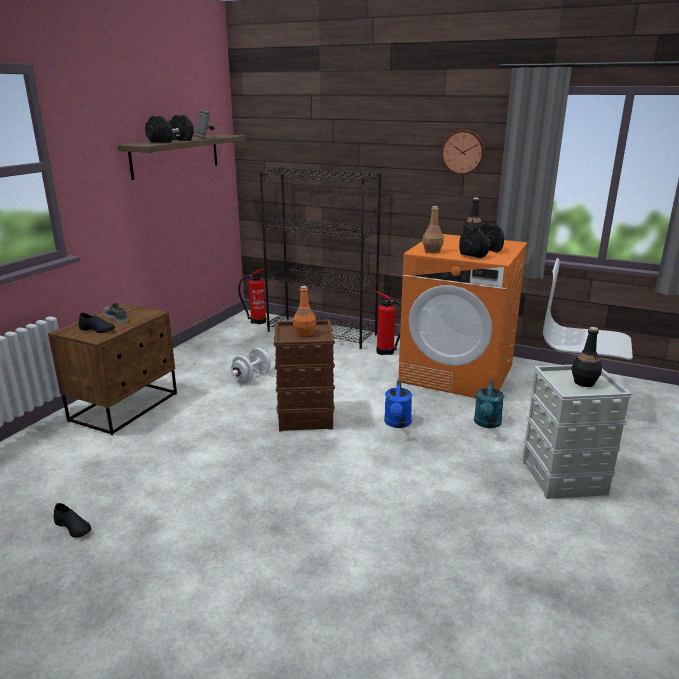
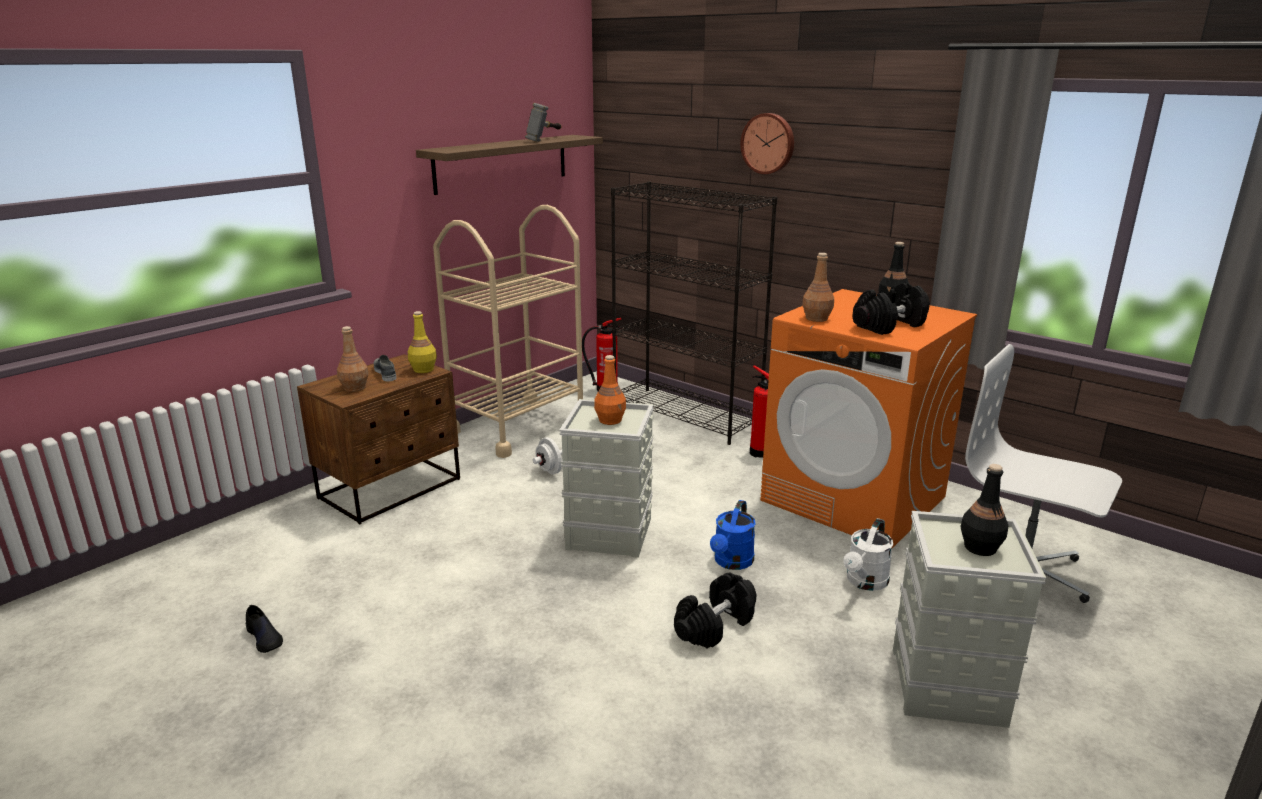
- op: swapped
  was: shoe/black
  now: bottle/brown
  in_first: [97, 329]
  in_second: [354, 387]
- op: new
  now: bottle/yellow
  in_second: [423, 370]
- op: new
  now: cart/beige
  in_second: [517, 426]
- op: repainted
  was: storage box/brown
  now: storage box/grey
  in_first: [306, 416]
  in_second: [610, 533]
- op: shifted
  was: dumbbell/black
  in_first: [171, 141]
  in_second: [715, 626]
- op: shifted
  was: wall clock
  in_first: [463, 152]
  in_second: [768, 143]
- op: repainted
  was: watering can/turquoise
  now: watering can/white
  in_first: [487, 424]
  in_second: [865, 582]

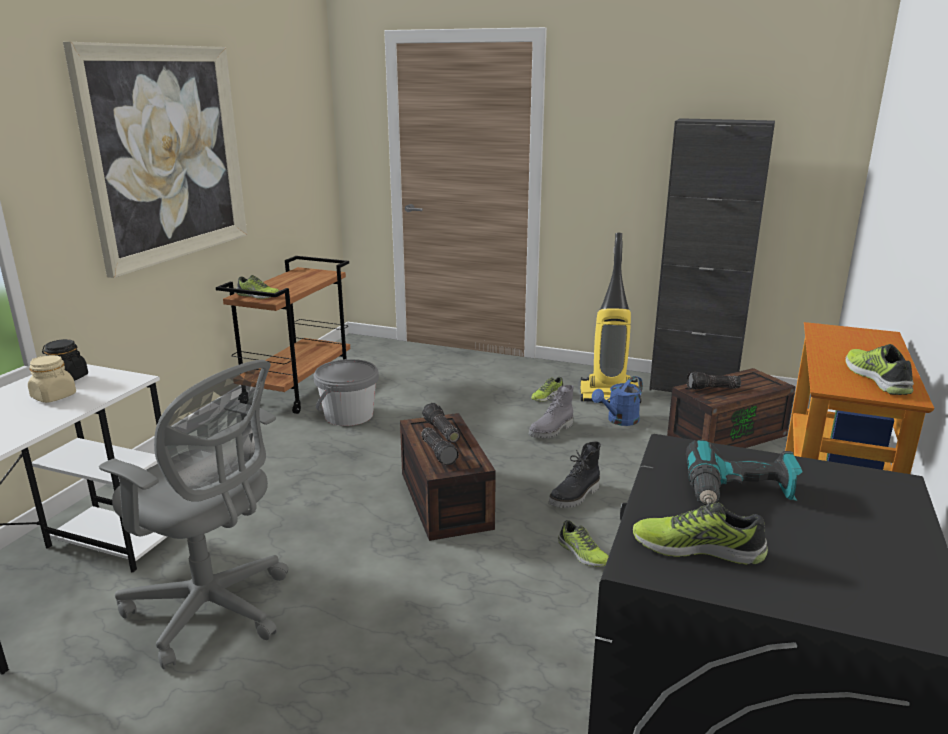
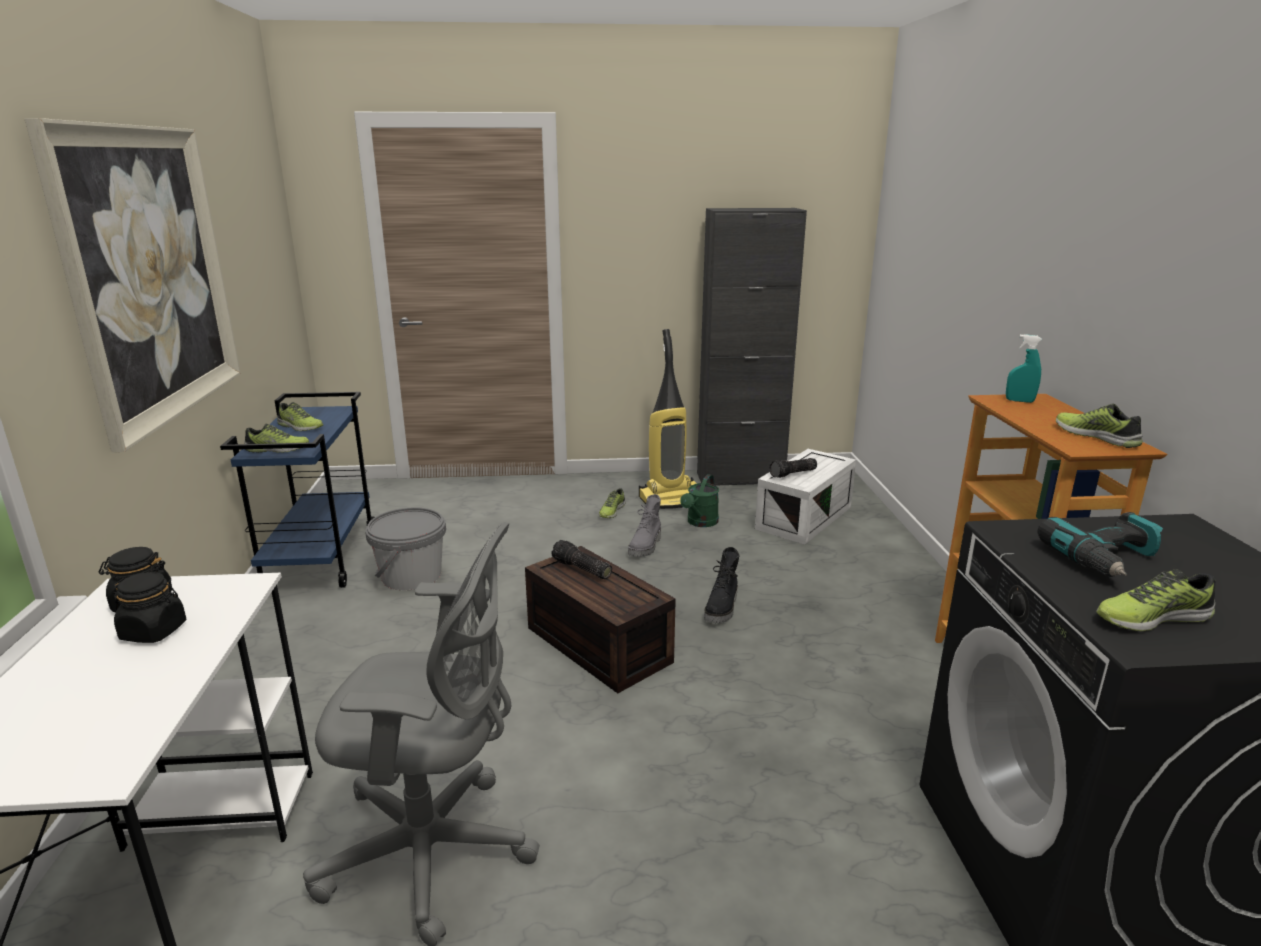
- op: repainted
  was: jar/beige
  now: jar/black
  in_first: [54, 396]
  in_second: [154, 631]
- op: repainted
  was: cart/brown
  now: cart/blue
  in_first: [297, 389]
  in_second: [320, 558]
- op: shifted
  was: shoe
  in_first: [582, 553]
  in_second: [299, 427]
- op: repainted
  was: watering can/blue
  now: watering can/green
  in_first: [619, 421]
  in_second: [700, 523]
- op: repainted
  was: storage box/brown
  now: storage box/white
  in_first: [727, 435]
  in_second: [803, 517]
- op: new
  now: spray bottle/turquoise
  in_second: [1019, 401]
- op: gone
  was: flashlight
  in_first: [439, 453]

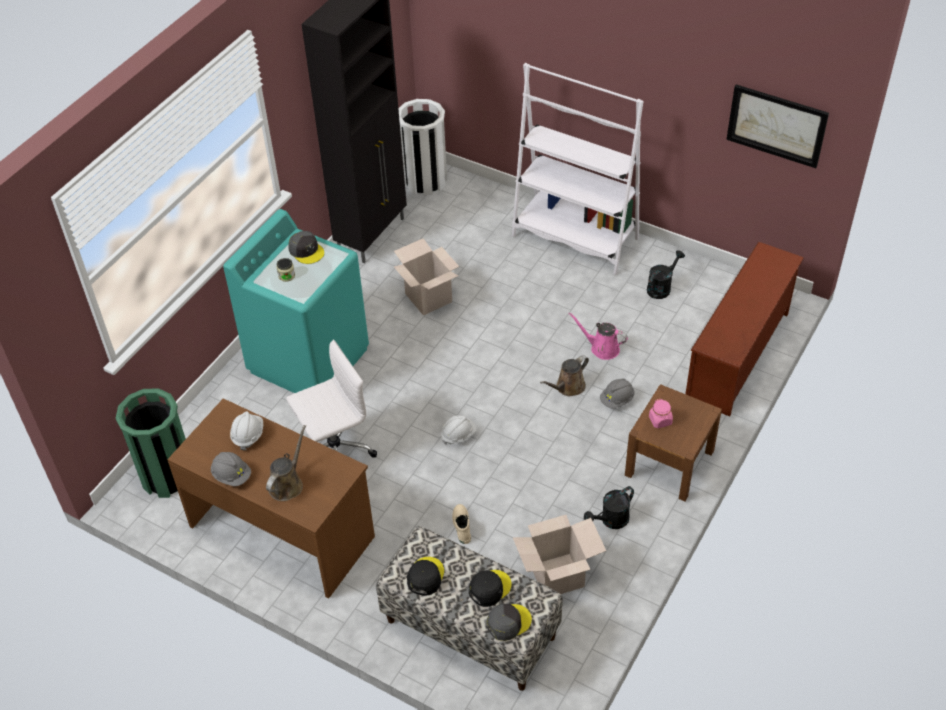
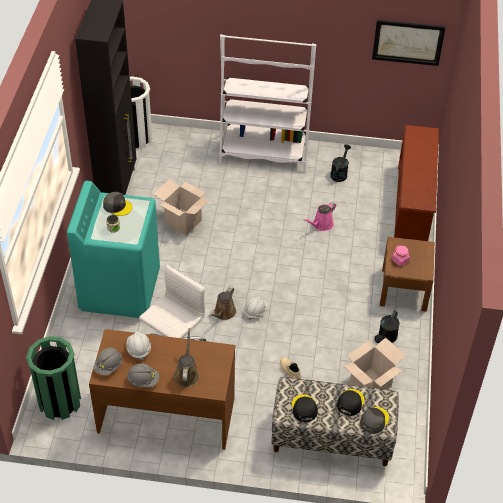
- op: shifted
  was: hard hat/grey
  in_first: [617, 400]
  in_second: [108, 366]
- op: shifted
  was: watering can/brown
  in_first: [568, 387]
  in_second: [223, 313]
- op: rotated
  was: watering can/pink
  in_first: [602, 348]
  in_second: [321, 225]
  clockwise: -45

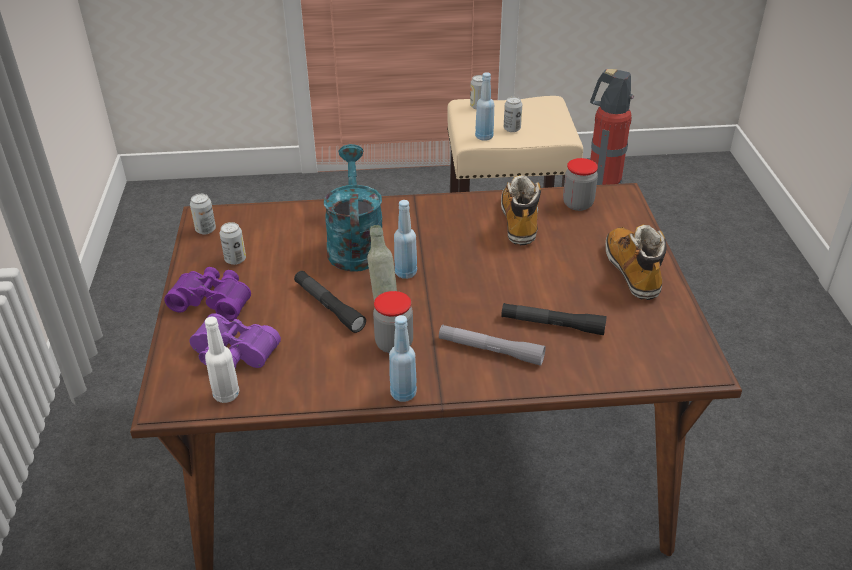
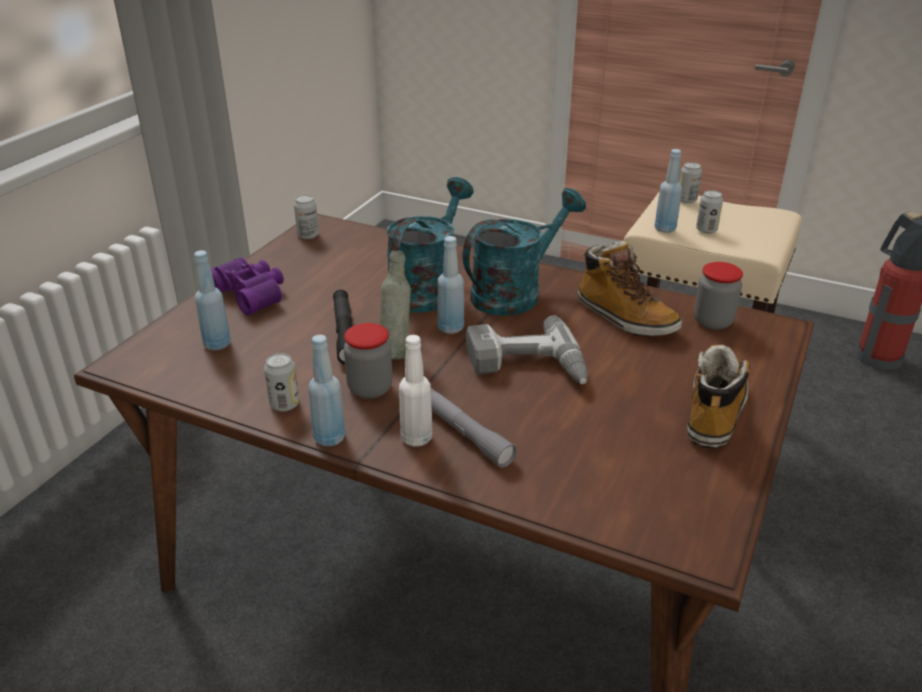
- op: swapped
  was: binoculars/purple
  now: bottle/blue
  in_first: [232, 355]
  in_second: [217, 344]
- op: shifted
  was: can
  in_first: [235, 259]
  in_second: [284, 404]
- op: shifted
  was: bottle/white
  in_first: [226, 395]
  in_second: [416, 438]
- op: new
  now: watering can/turquoise
  in_second: [515, 292]
- op: new
  now: power drill
  in_second: [527, 367]
- op: rotated
  was: boot
  in_first: [519, 221]
  in_second: [624, 318]
  clockwise: 105
- op: gone
  was: flashlight/black
  in_first: [552, 325]

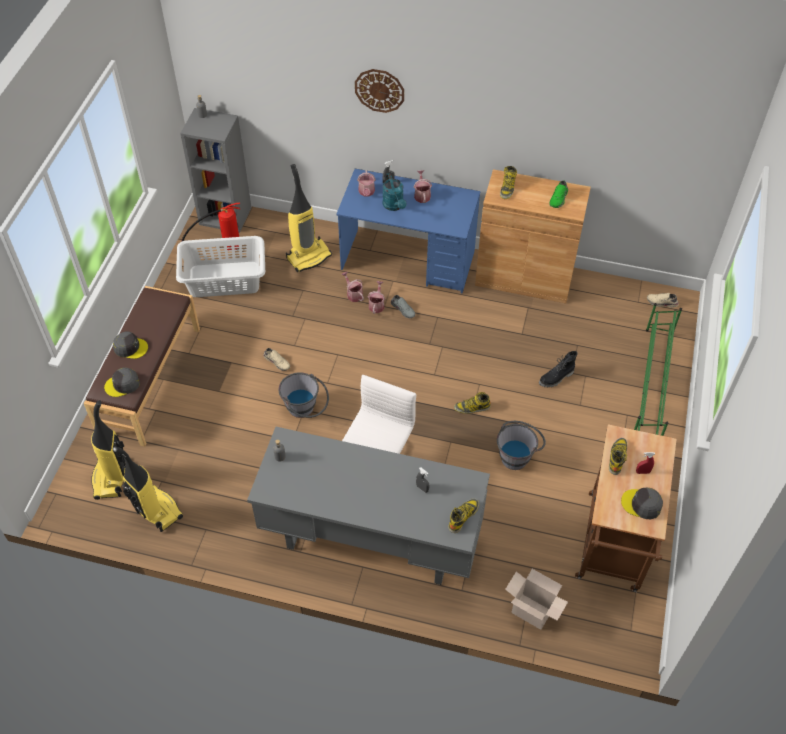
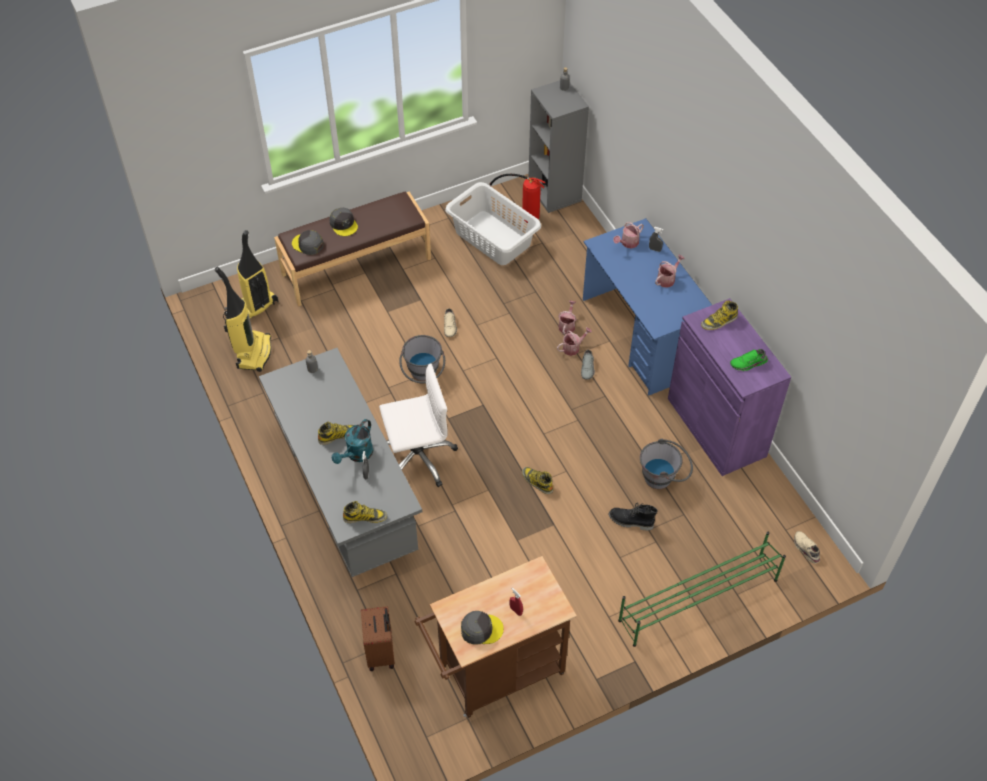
- op: shifted
  was: boot
  in_first: [617, 457]
  in_second: [338, 435]
- op: shifted
  was: watering can/turquoise
  in_first: [394, 206]
  in_second: [357, 455]
- op: swapped
  was: cardboard box
  now: suitcase/brown
  in_first: [533, 611]
  in_second: [381, 653]
- op: rotated
  was: cap/grey
  in_first: [641, 504]
  in_second: [481, 629]
  clockwise: 105
- op: shifted
  was: bucket/grey
  in_first: [517, 454]
  in_second: [663, 477]
- op: repainted
  was: cabinet/brown
  now: cabinet/purple
  in_first: [524, 277]
  in_second: [716, 427]
- op: gone
  was: vacuum cleaner
  in_first: [308, 256]
- op: gone
  was: wall clock
  in_first: [379, 90]

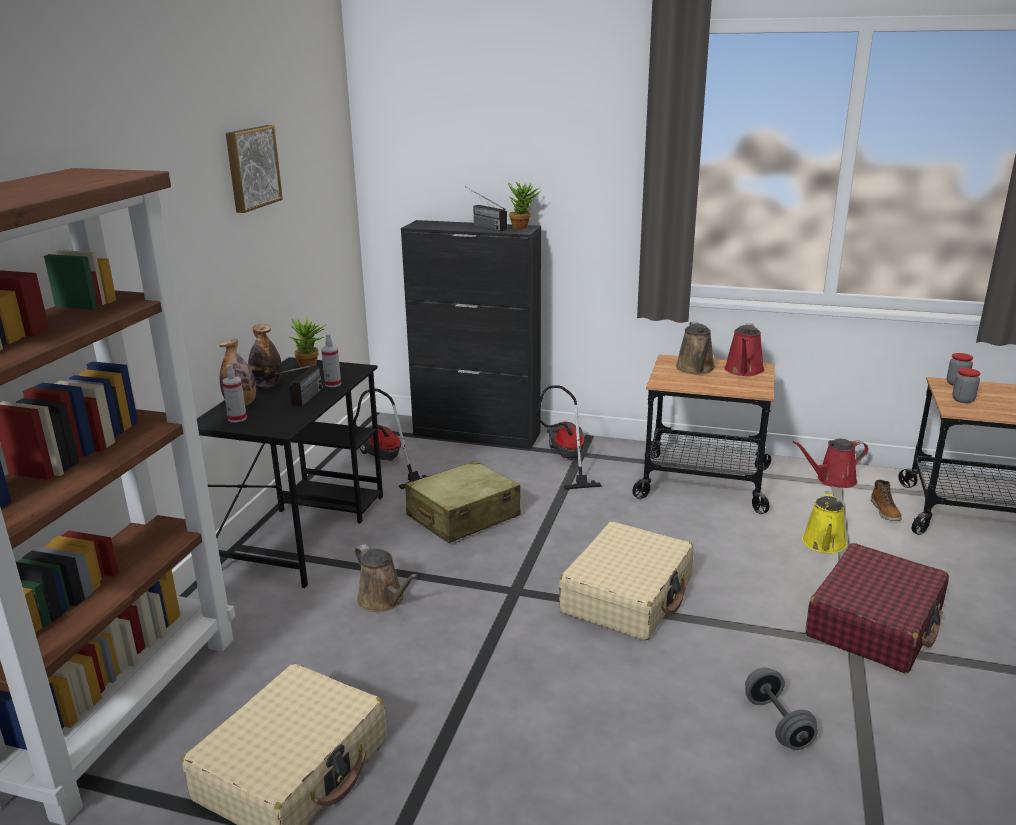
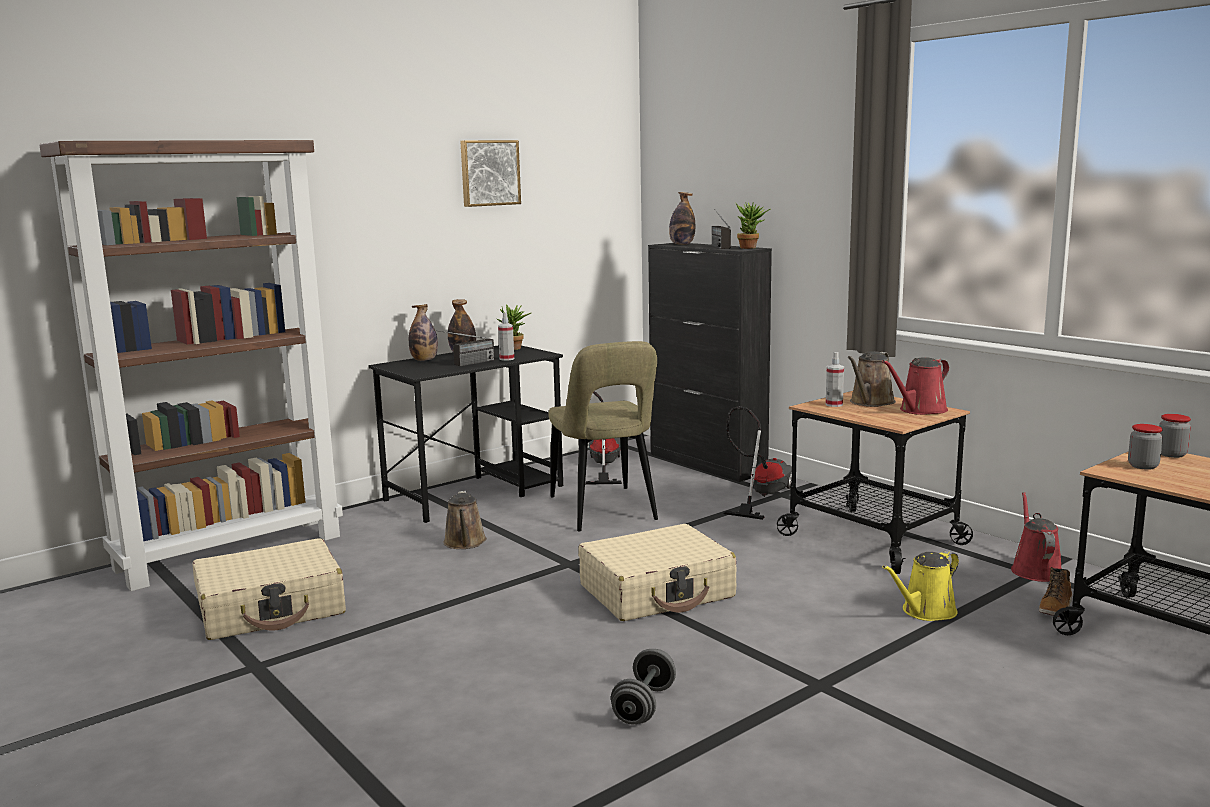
- op: swapped
  was: suitcase/beige
  now: chair/beige
  in_first: [462, 517]
  in_second: [604, 511]
- op: new
  now: bottle
  in_second: [682, 244]
- op: shifted
  was: spray bottle
  in_first: [237, 418]
  in_second: [834, 404]
- op: rotated
  was: watering can/red
  in_first: [832, 480]
  in_second: [1034, 570]
  clockwise: 75
- op: gone
  was: suitcase/red
  in_first: [875, 623]

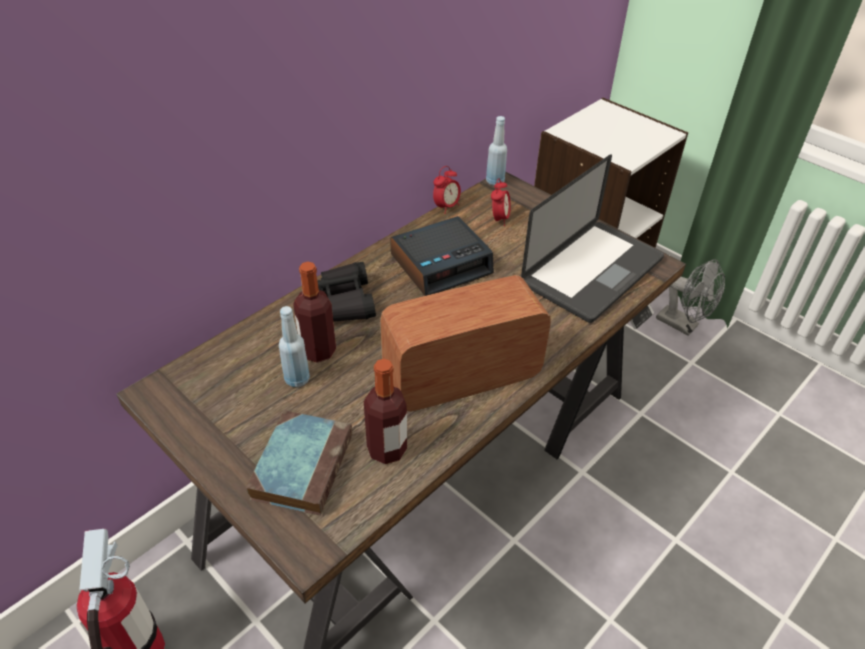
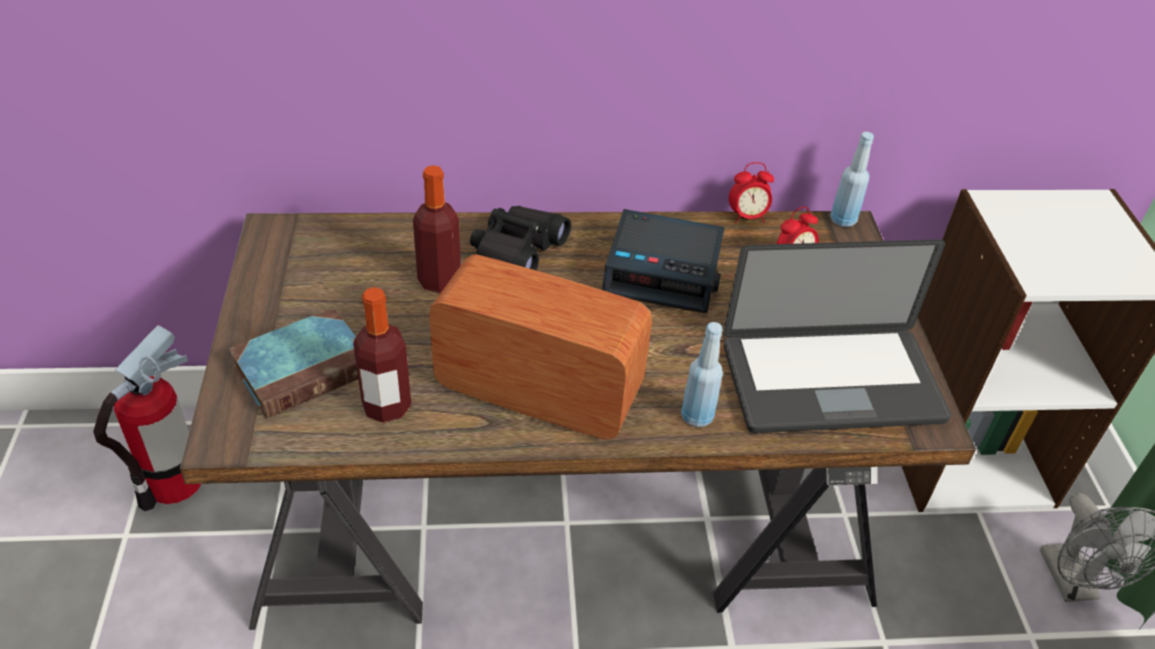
- op: shifted
  was: bottle/blue
  in_first: [297, 379]
  in_second: [697, 416]

